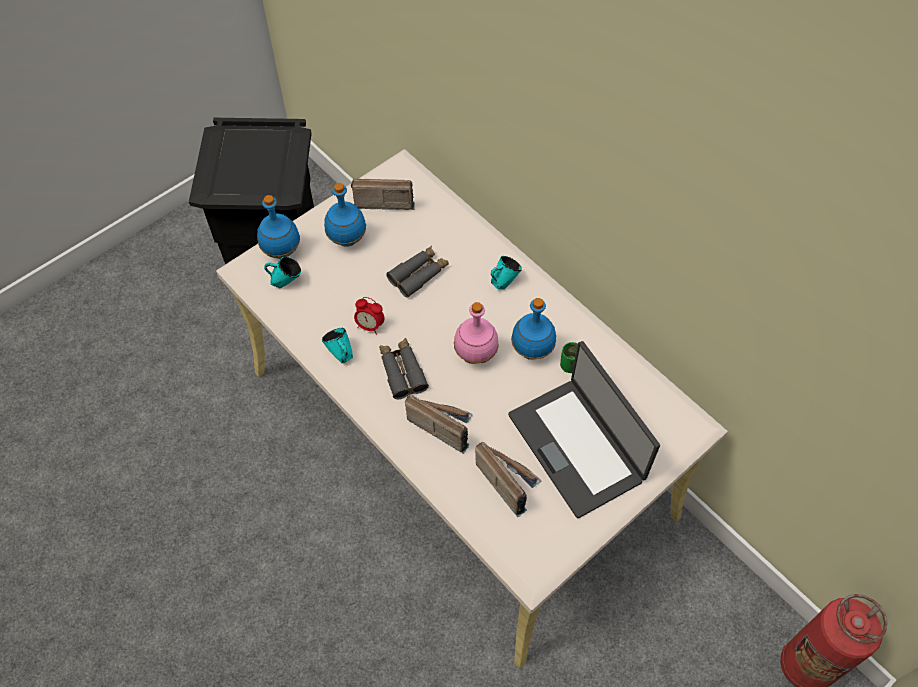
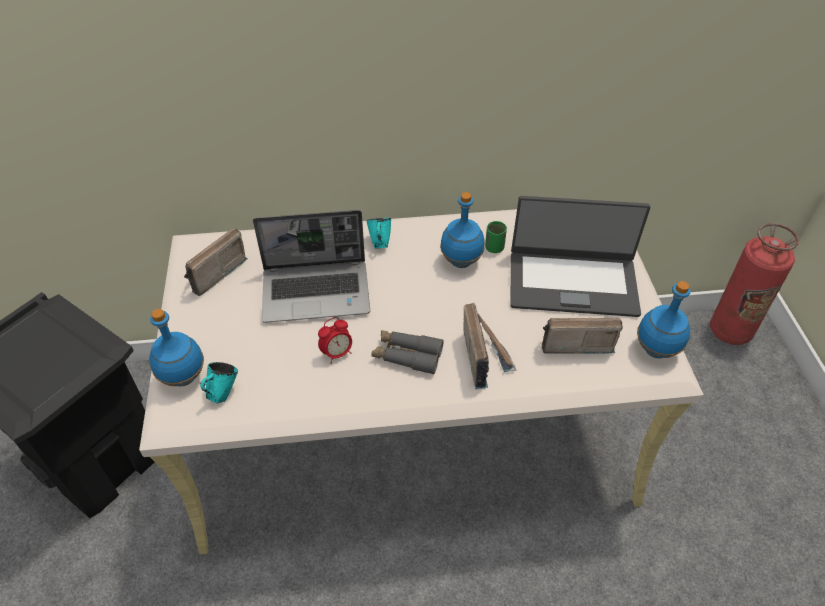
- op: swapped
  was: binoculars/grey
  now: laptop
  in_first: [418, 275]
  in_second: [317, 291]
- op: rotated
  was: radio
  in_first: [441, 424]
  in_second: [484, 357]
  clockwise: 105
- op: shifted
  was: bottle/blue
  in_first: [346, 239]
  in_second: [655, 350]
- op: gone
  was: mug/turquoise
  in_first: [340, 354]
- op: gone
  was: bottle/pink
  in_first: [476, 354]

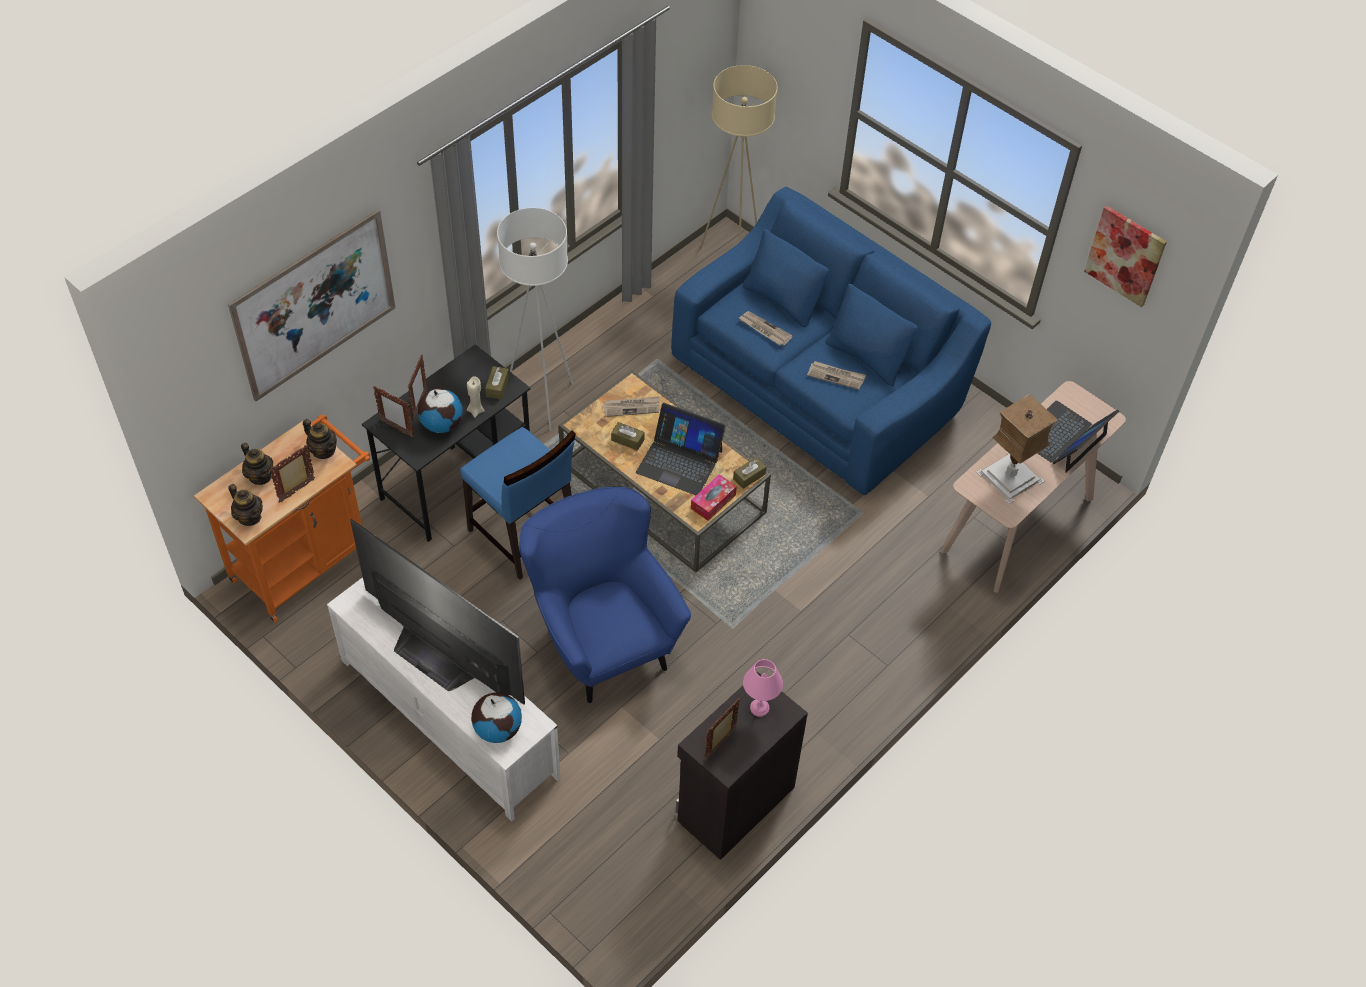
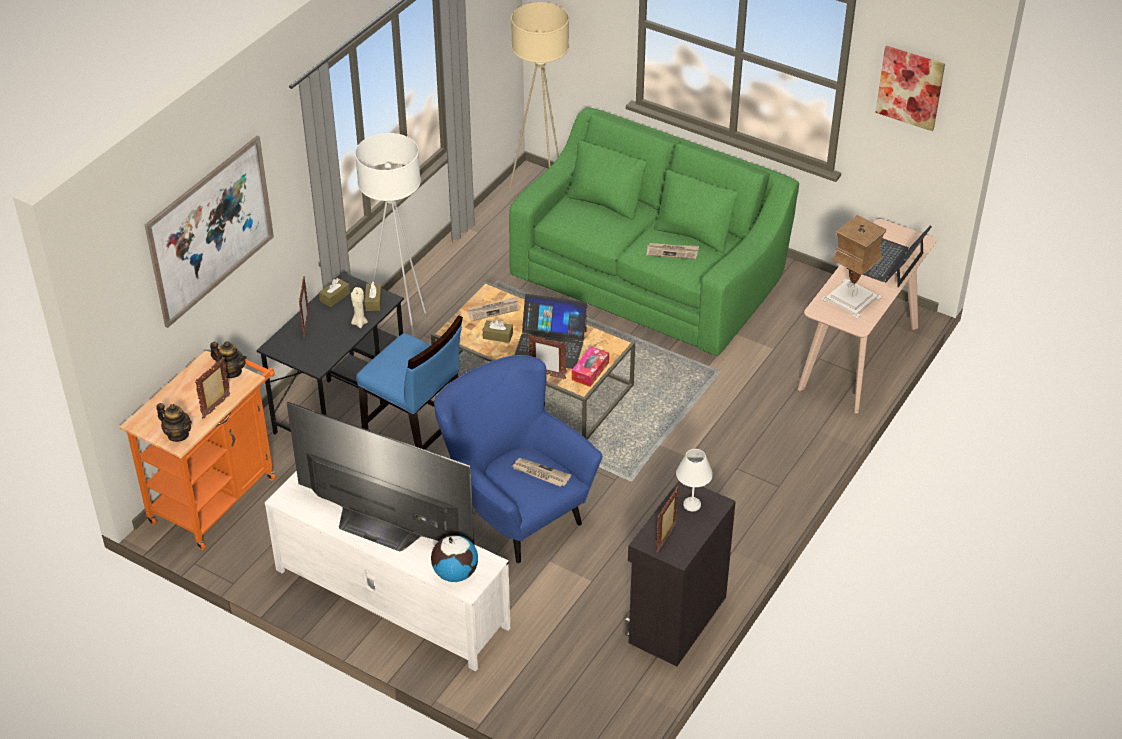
- op: shifted
  was: tissue box/brown
  in_first: [749, 476]
  in_second: [335, 297]
- op: repainted
  was: sofa/blue
  now: sofa/green
  in_first: [818, 383]
  in_second: [649, 276]
- op: shifted
  was: newspaper
  in_first: [764, 329]
  in_second: [540, 473]
- op: shifted
  was: picture frame
  in_first: [396, 428]
  in_second: [547, 374]
- op: repainted
  was: table lamp/pink
  now: table lamp/white
  in_first: [760, 707]
  in_second: [692, 504]
- op: gone
  was: teapot
  in_first: [260, 476]
- op: gone
  was: globe
  in_first: [442, 424]

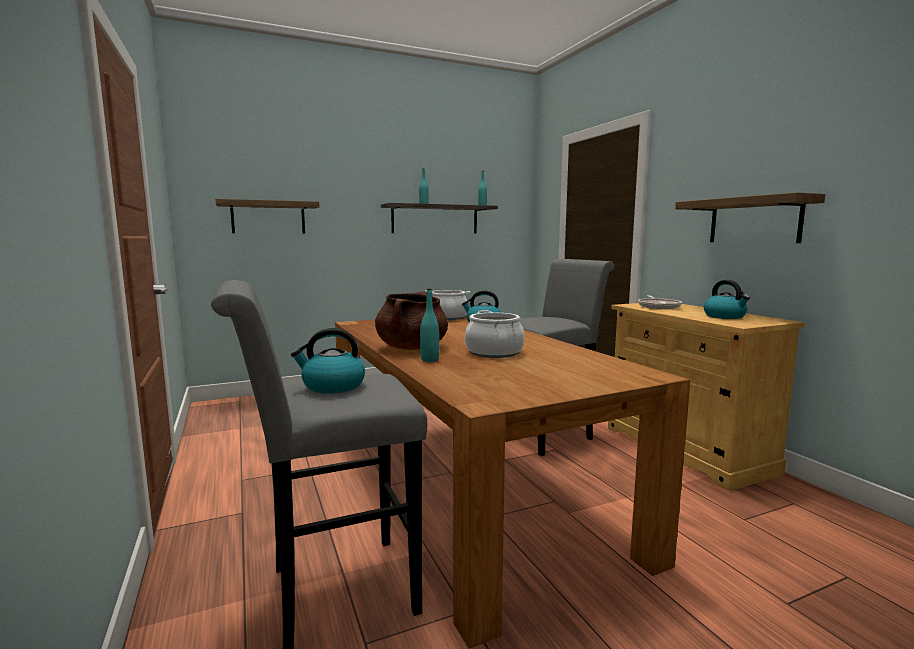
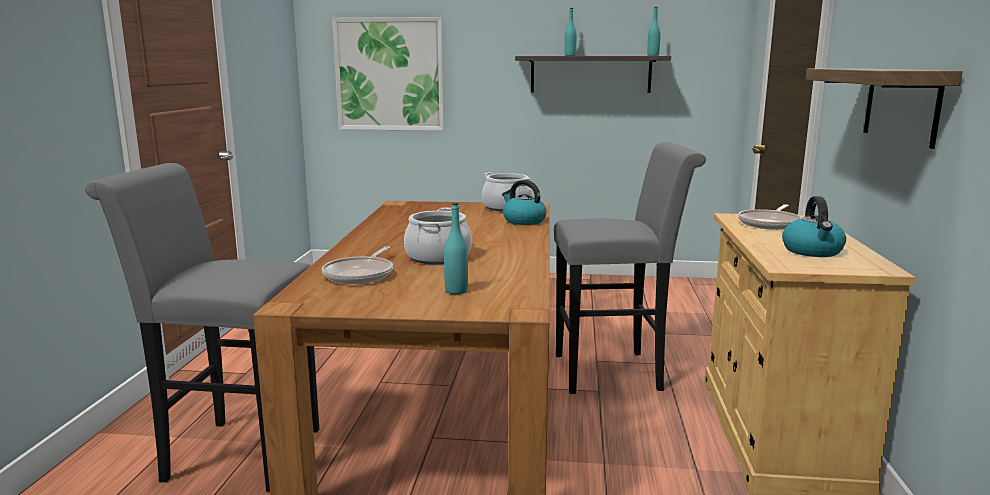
- op: new
  now: frying pan
  in_second: [361, 274]
- op: swapped
  was: shelf
  now: picture
  in_first: [268, 217]
  in_second: [390, 74]
- op: shifted
  was: bottle/turquoise
  in_first: [429, 360]
  in_second: [456, 291]
- op: gone
  was: kettle
  in_first: [332, 386]
- op: gone
  was: cooking pot/brown
  in_first: [412, 348]

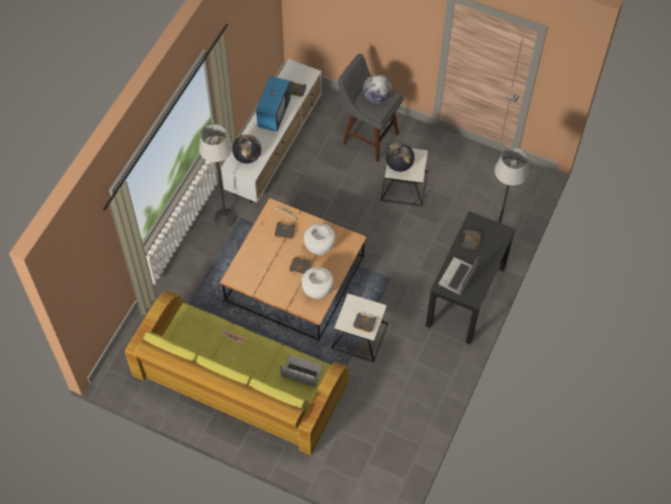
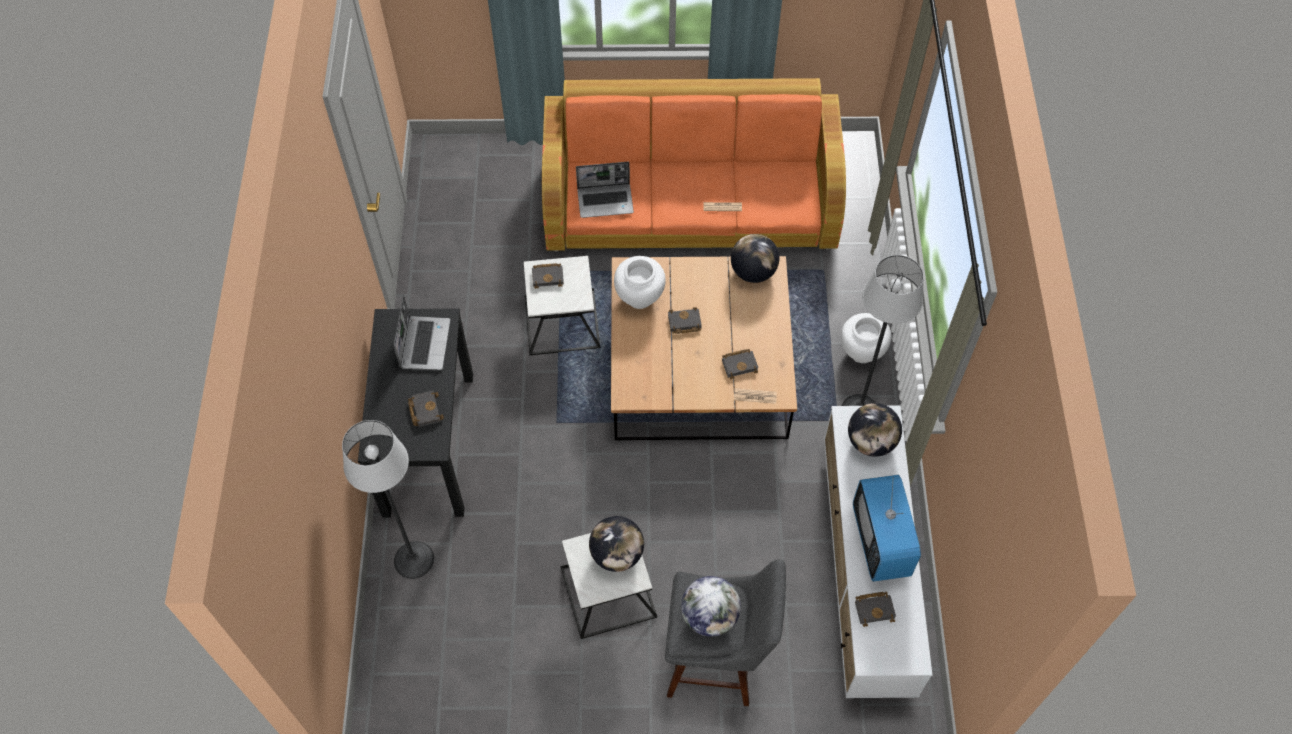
- op: repainted
  was: sofa/green
  now: sofa/orange
  in_first: [239, 382]
  in_second: [691, 202]
- op: new
  now: globe
  in_second: [753, 272]
- op: shifted
  was: vase/white
  in_first: [319, 248]
  in_second: [861, 352]

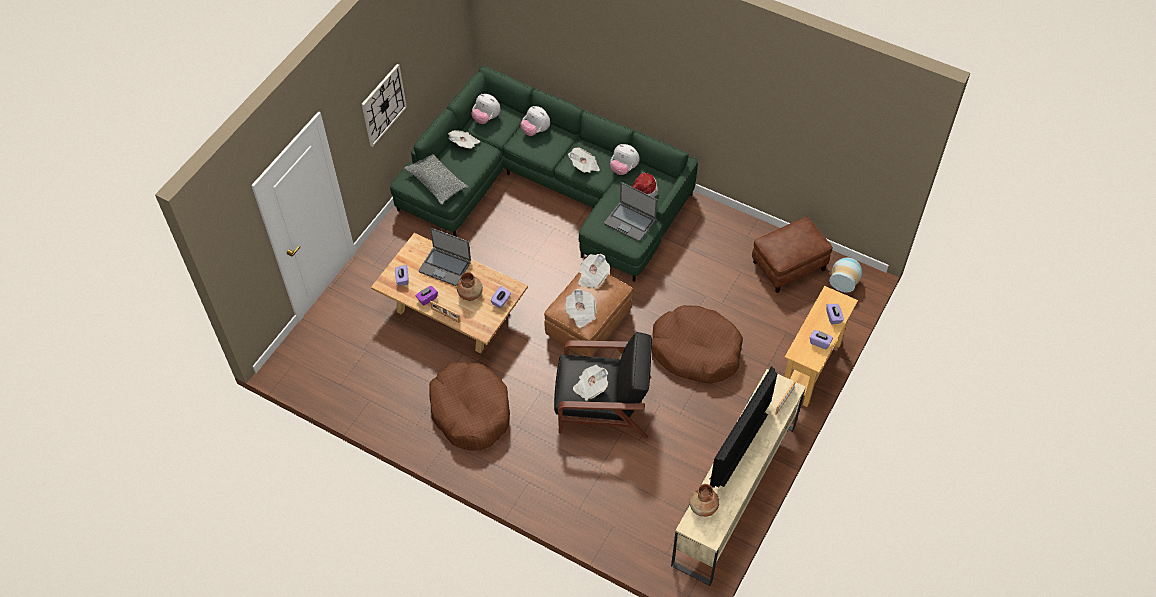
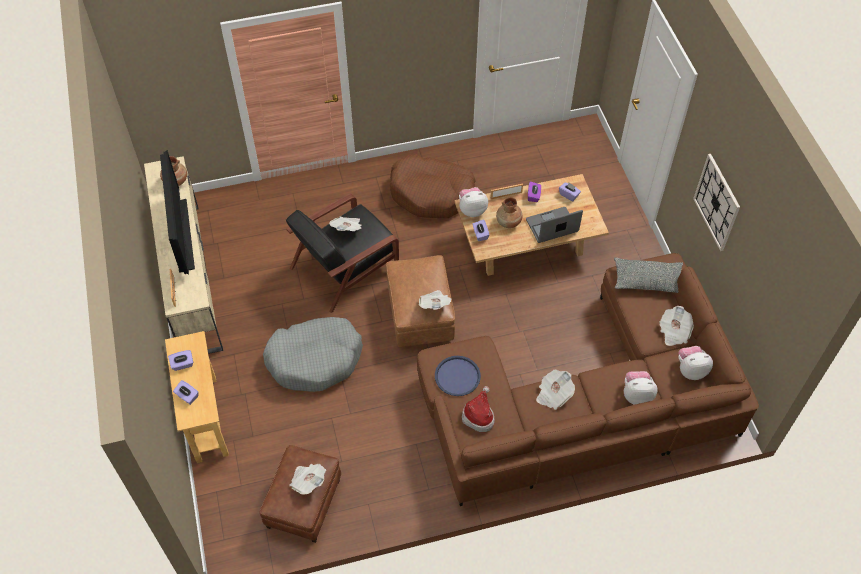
- op: repainted
  was: dog bed/brown
  now: dog bed/grey
  in_first: [696, 351]
  in_second: [315, 359]
- op: shifted
  was: newspaper
  in_first: [581, 313]
  in_second: [308, 481]
- op: repainted
  was: sofa/green
  now: sofa/brown
  in_first: [547, 187]
  in_second: [587, 402]
- op: swapped
  was: laptop
  now: tray/blue
  in_first: [630, 221]
  in_second: [457, 376]
- op: shifted
  was: plush toy
  in_first: [624, 168]
  in_second: [472, 210]
- op: gone
  was: vase
  in_first: [844, 281]

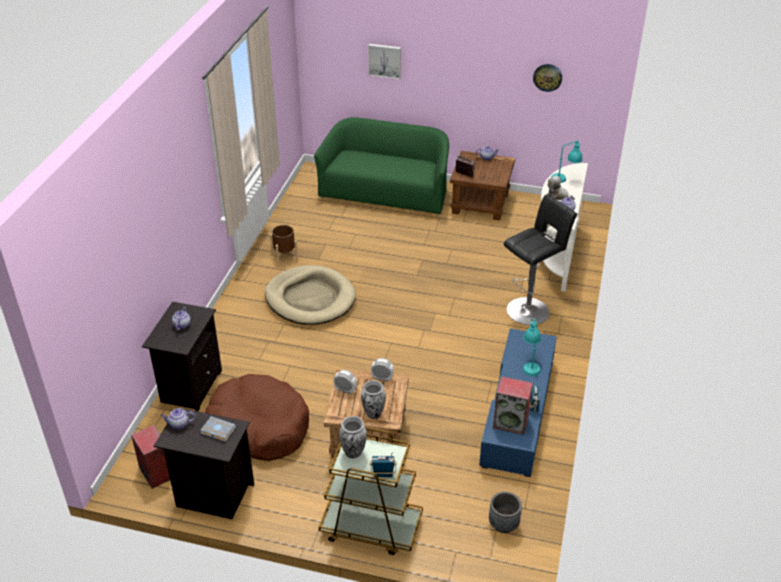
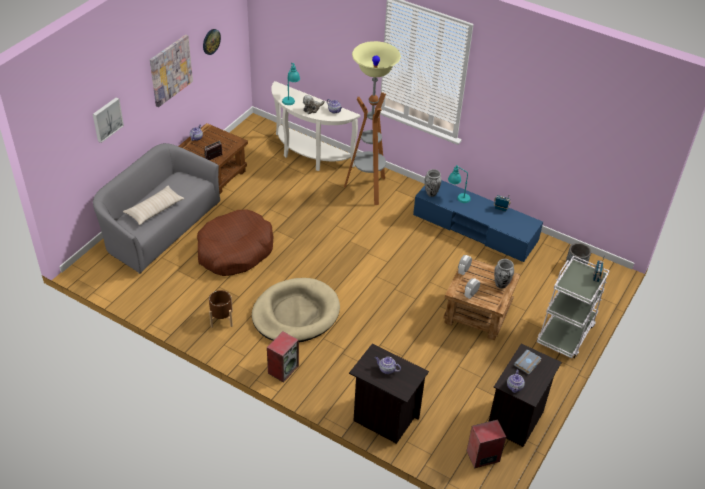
- op: repainted
  was: sofa/green
  now: sofa/grey
  in_first: [386, 192]
  in_second: [159, 227]
- op: new
  now: pillow/beige
  in_second: [154, 209]
- op: new
  now: picture
  in_second: [170, 70]
- op: shifted
  was: dog bed/brown
  in_first: [259, 426]
  in_second: [235, 251]
- op: shifted
  was: speaker
  in_first: [511, 422]
  in_second: [283, 369]
- op: swapped
  was: stool/black
  now: floor lamp
  in_first: [530, 309]
  in_second: [368, 189]
- op: shifted
  was: vase
  in_first: [353, 452]
  in_second: [431, 193]
- op: repainted
  was: cart/brown
  now: cart/white
  in_first: [371, 527]
  in_second: [565, 333]

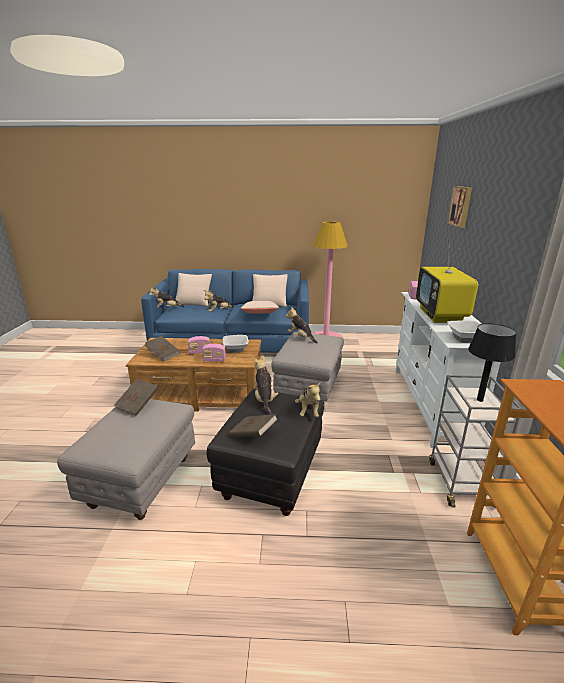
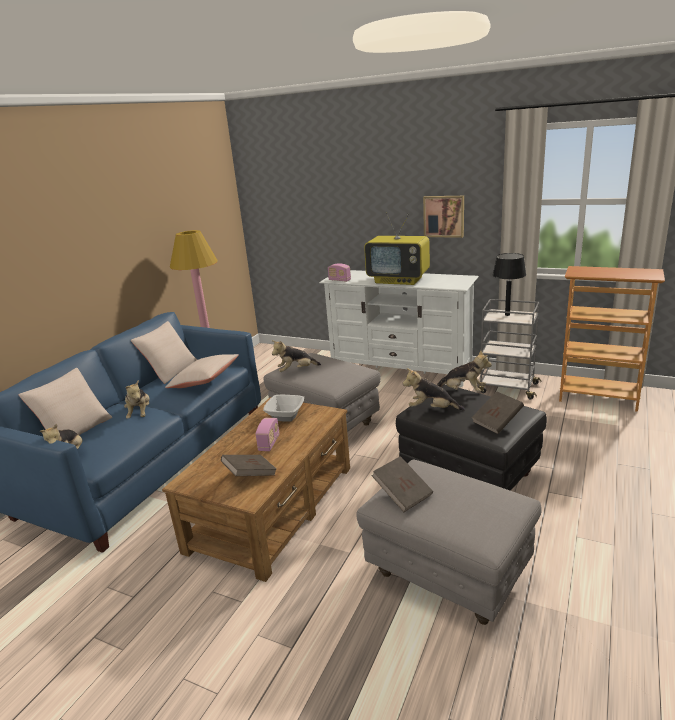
- op: shifted
  was: picture
  in_first: [461, 206]
  in_second: [444, 216]
- op: gone
  was: radio
  in_first: [214, 360]
- op: gone
  was: bowl
  in_first: [466, 339]

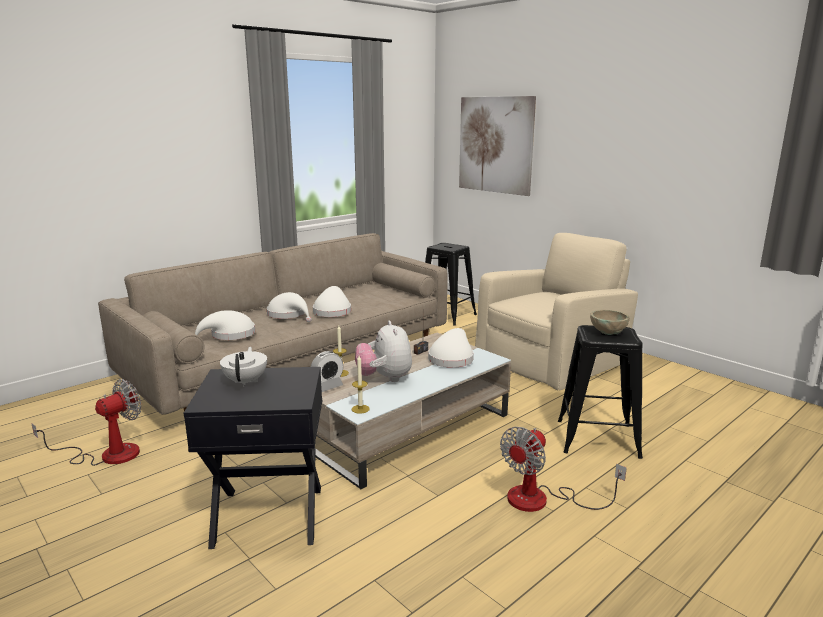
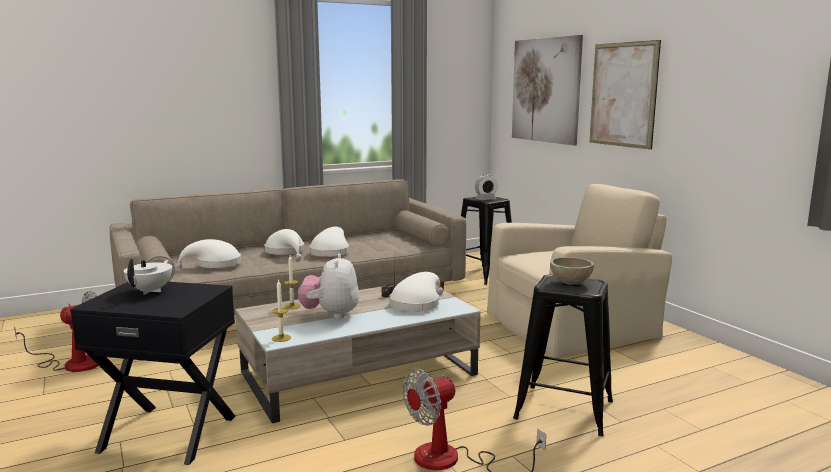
- op: shifted
  was: alarm clock
  in_first: [327, 387]
  in_second: [485, 199]
- op: new
  now: picture
  in_second: [623, 94]

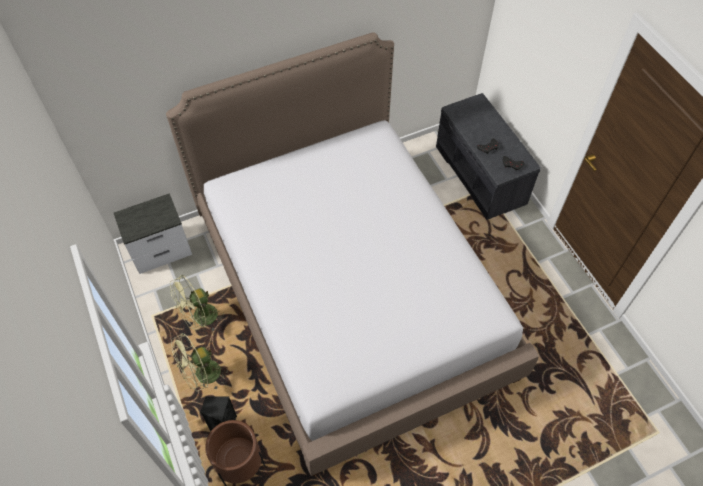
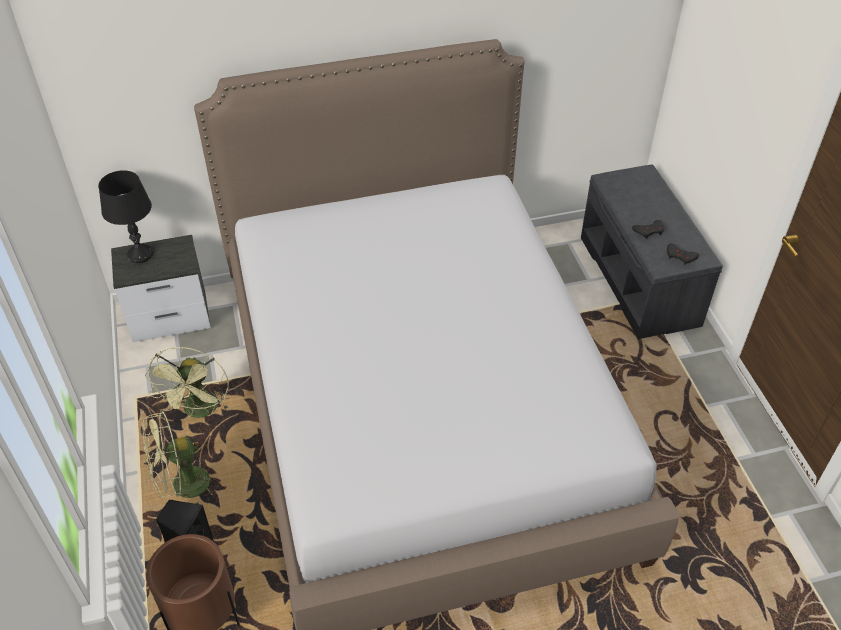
- op: new
  now: table lamp/black
  in_second: [140, 254]
- op: rotated
  was: fan/green
  in_first: [201, 319]
  in_second: [200, 411]
  clockwise: -60

